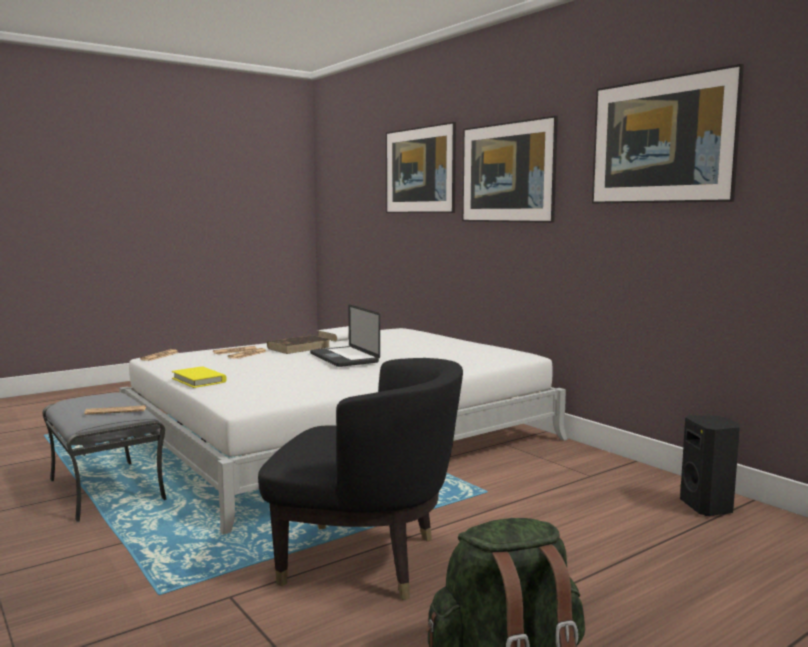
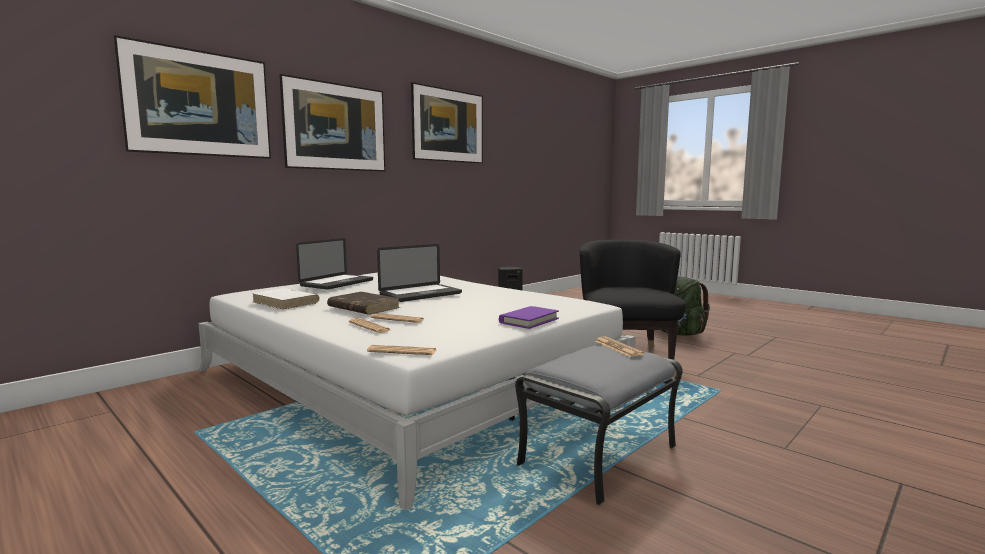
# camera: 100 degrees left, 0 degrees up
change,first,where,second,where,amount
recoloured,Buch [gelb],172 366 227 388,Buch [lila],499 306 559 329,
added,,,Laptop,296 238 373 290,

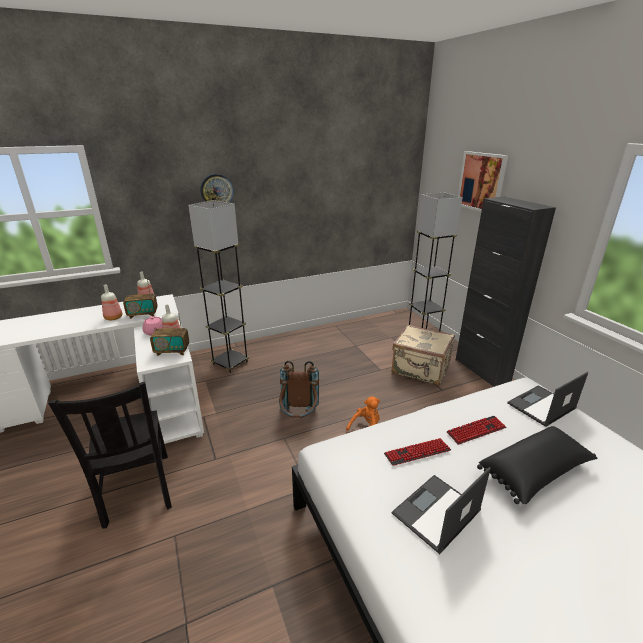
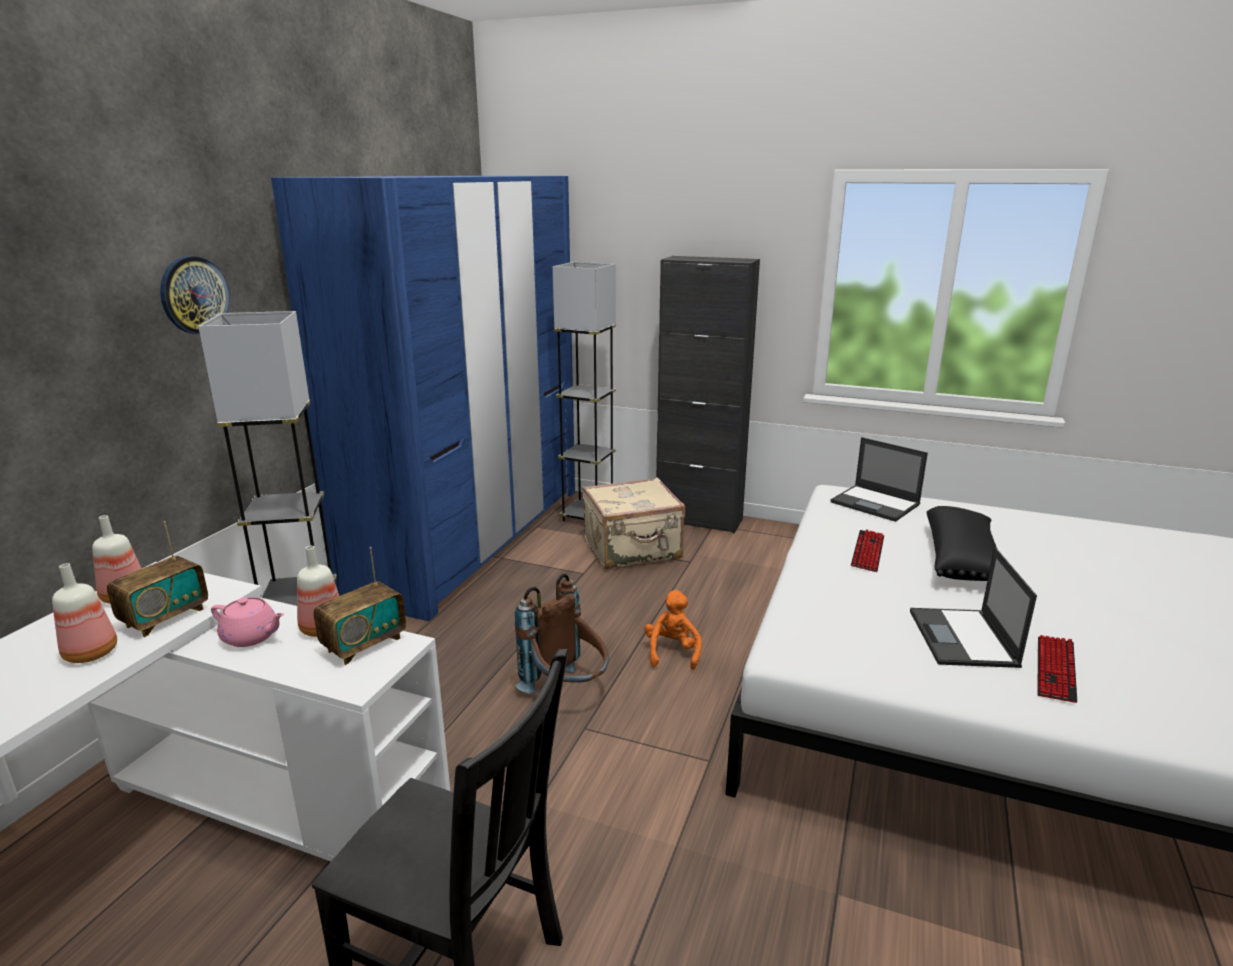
# camera: 45 degrees left, 5 degrees down
change,first,where,second,where,amount
moved,Tastatur,384 438 451 466,,1037 635 1077 703,
removed,Bild,458 151 508 212,,,
turned,Laptop,507 372 588 427,,830 437 928 522,60 degrees counterclockwise
added,,,Kleiderschrank [blau],271 176 575 621,

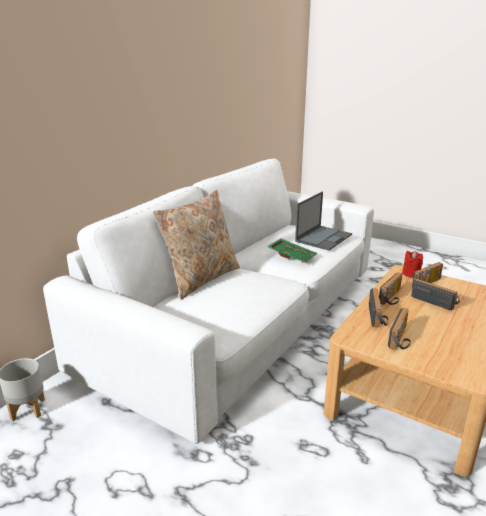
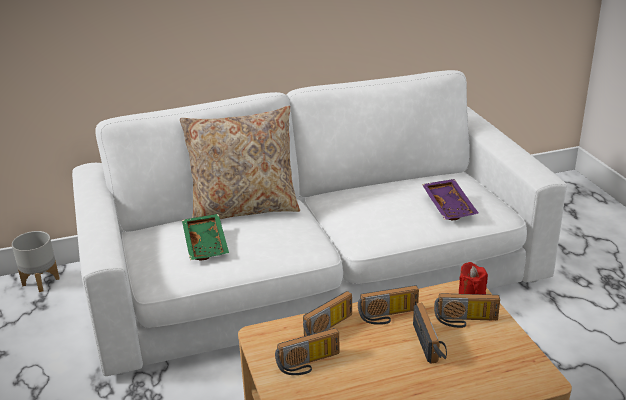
# camera: 40 degrees right, 5 degrees up
change,first,where,second,where,amount
moved,Tablett [grün],267 238 317 263,,182 214 229 261,
replaced,Laptop,295 192 352 251,Tablett [lila],422 179 478 221,

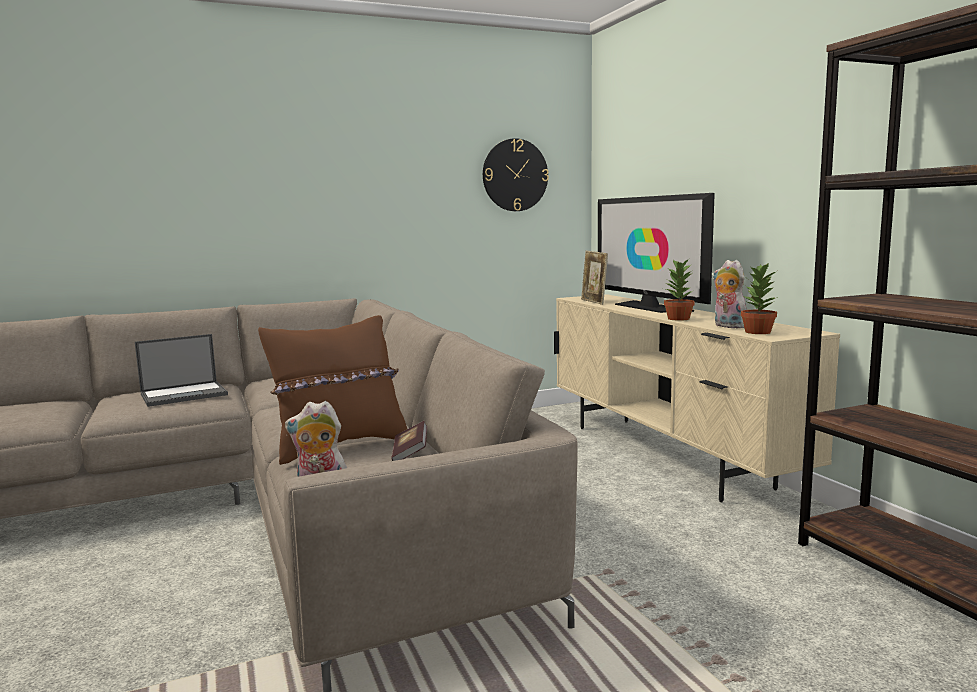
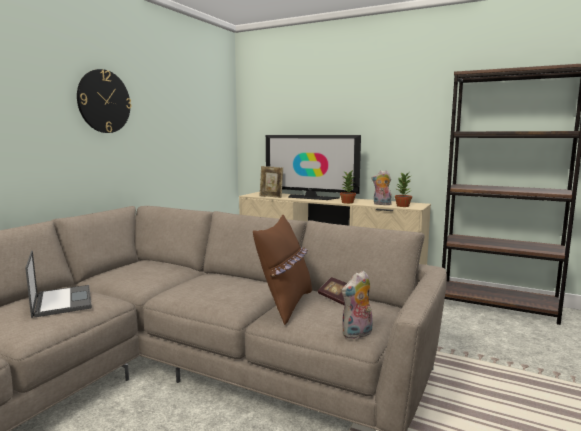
# camera: 40 degrees left, 0 degrees up
change,first,where,second,where,amount
turned,Laptop,135 334 228 407,,25 251 92 318,45 degrees counterclockwise
moved,Wanduhr,483 138 549 211,,77 69 132 133,

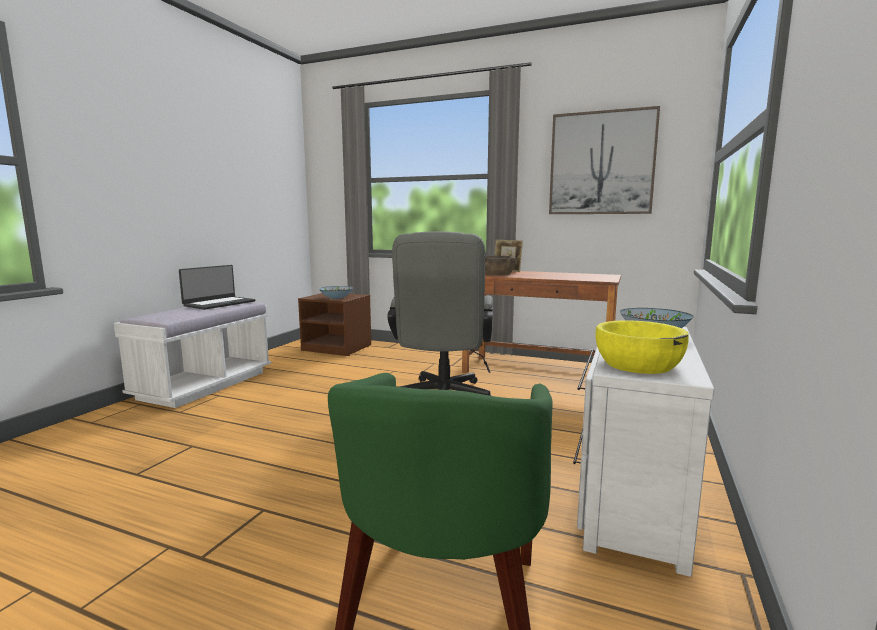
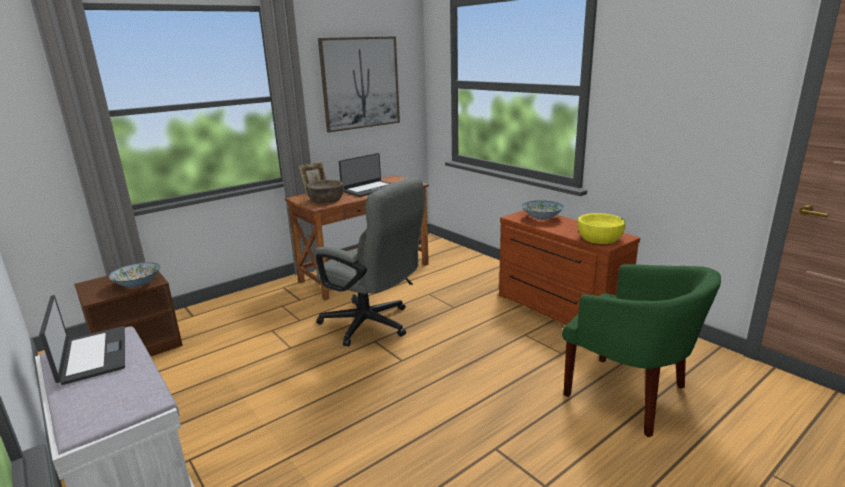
# camera: 60 degrees left, 10 degrees up
change,first,where,second,where,amount
recoloured,Kommode [weiß],573 327 715 577,Kommode [braun],499 210 640 325,
added,,,Laptop,339 153 391 197,

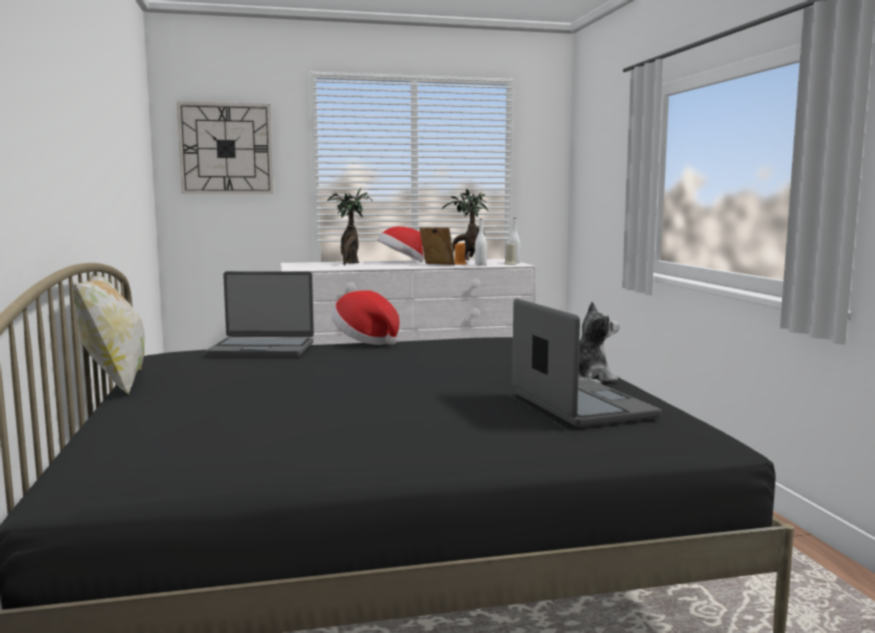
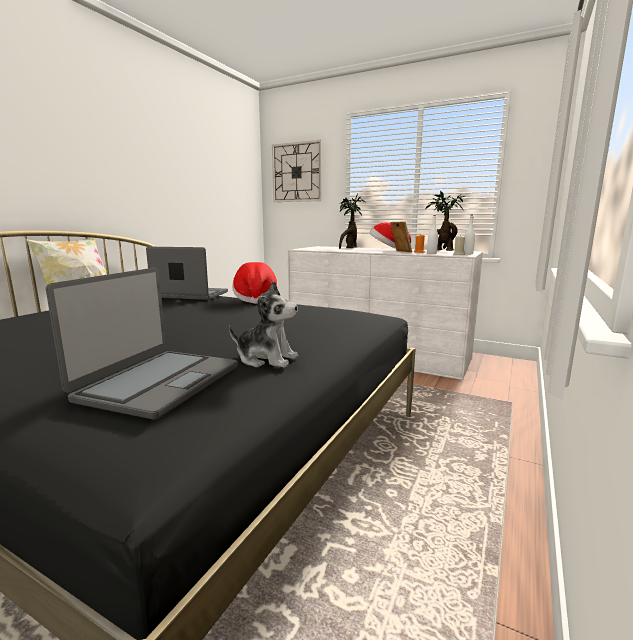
# camera: 40 degrees right, 5 degrees up
change,first,where,second,where,amount
turned,Laptop,205 271 314 357,,146 247 228 300,150 degrees clockwise

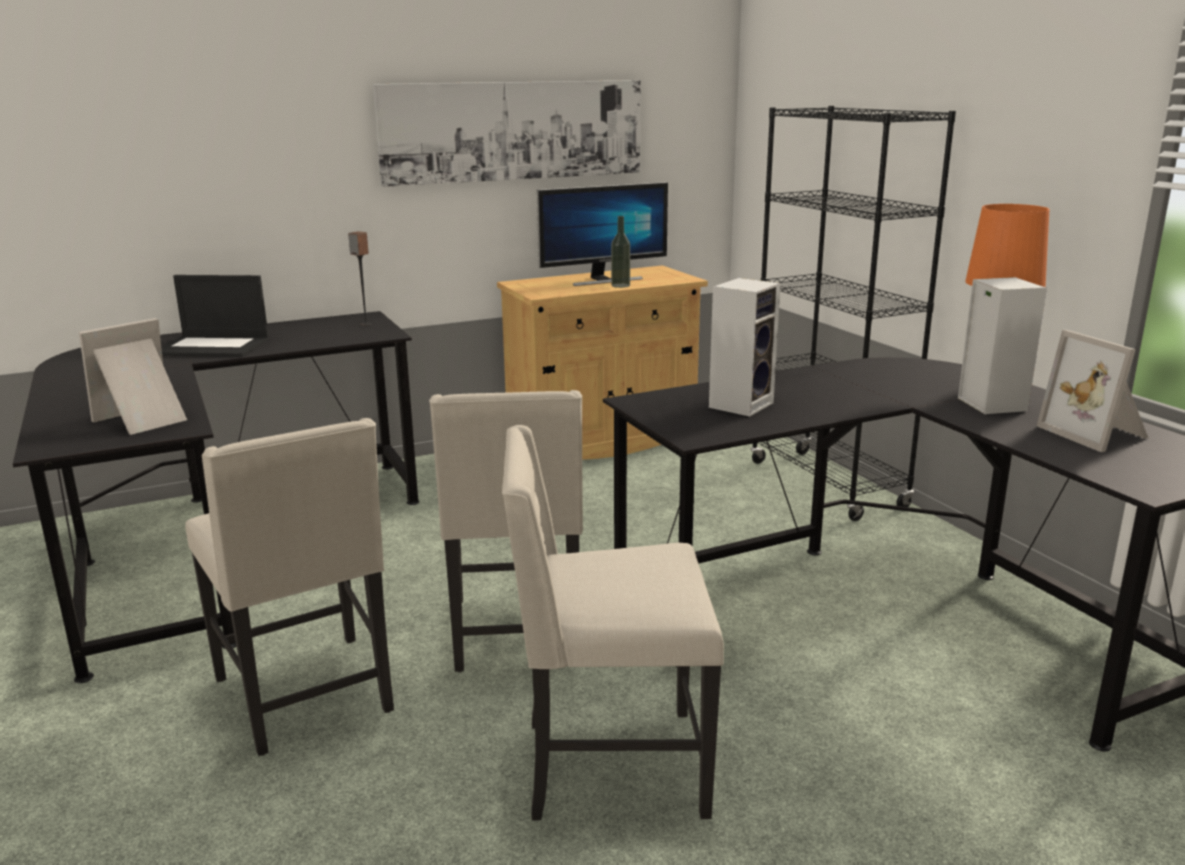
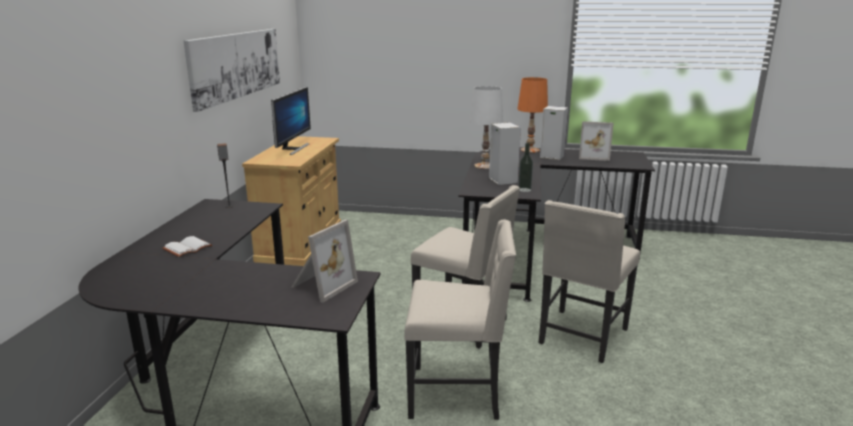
# camera: 55 degrees left, 0 degrees up
change,first,where,second,where,amount
turned,Bilderrahmen,79 318 187 435,,291 220 358 303,135 degrees counterclockwise
replaced,Laptop,161 275 268 357,Buch [weiß],162 236 212 257,
moved,Flasche,611 216 630 288,,518 143 533 192,
removed,Bücherregal [schwarz],751 106 956 521,,,
added,,,Tischlampe [weiß],470 86 503 169,

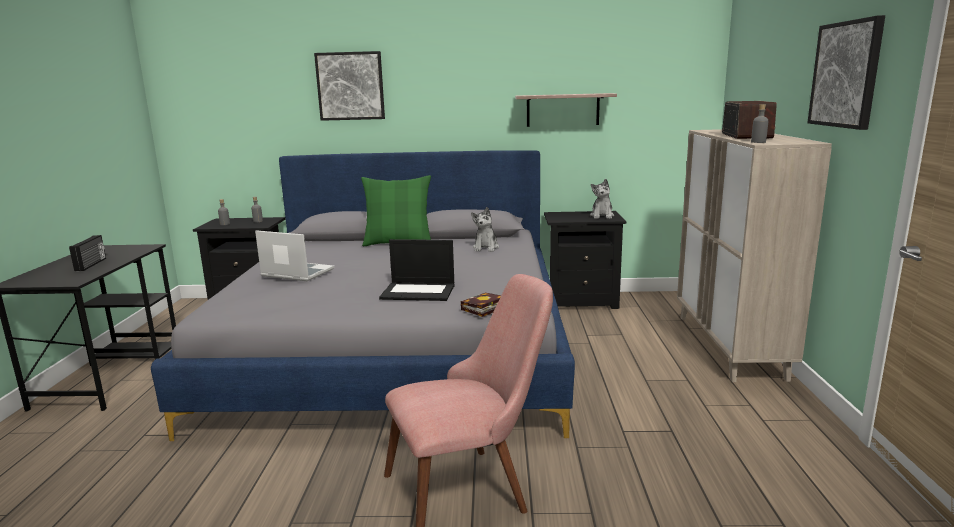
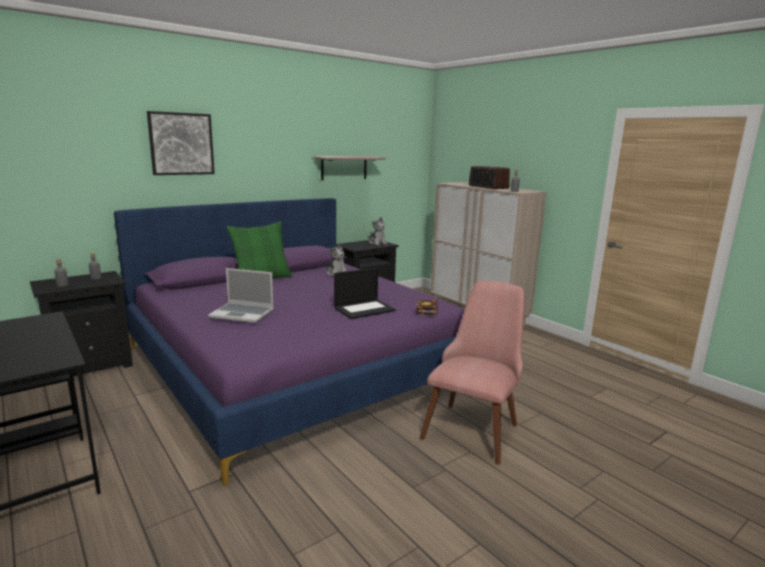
# camera: 40 degrees left, 0 degrees up
change,first,where,second,where,amount
removed,Radio,69 235 106 271,,,
recoloured,Bett [grau],151 150 575 441,Bett [lila],114 198 465 485,
turned,Laptop,255 230 334 281,,208 268 274 323,150 degrees counterclockwise
removed,Bild,807 15 885 130,,,

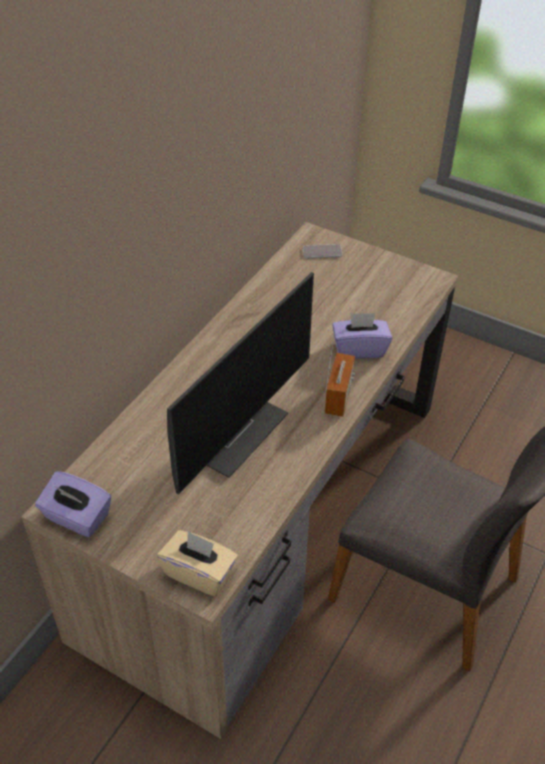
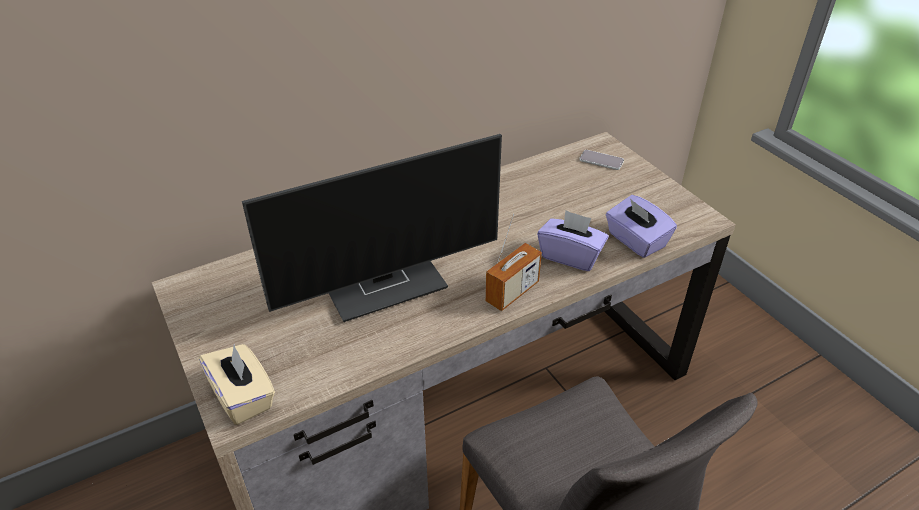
# camera: 30 degrees right, 5 degrees down
change,first,where,second,where,amount
moved,Taschentuchbox [lila],35 471 111 537,,606 195 677 258,

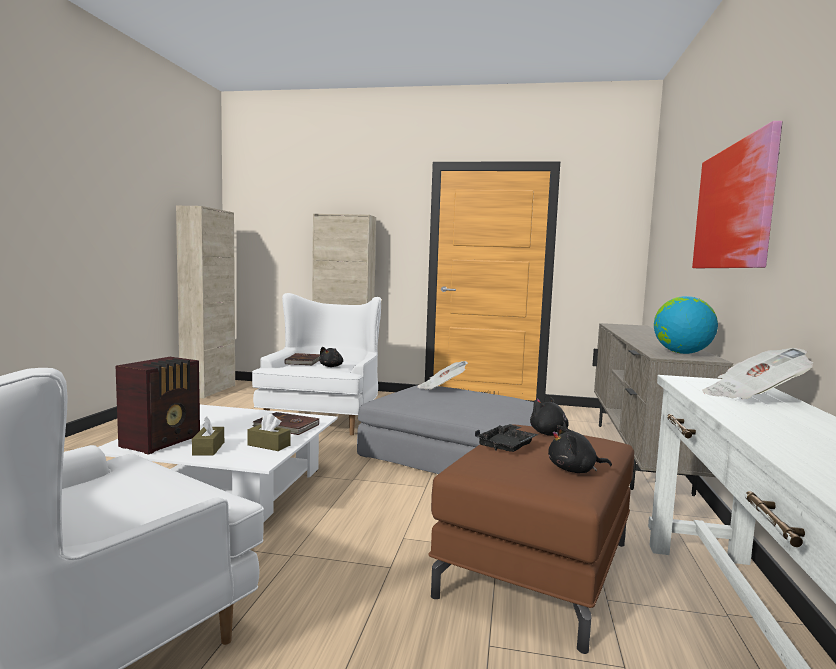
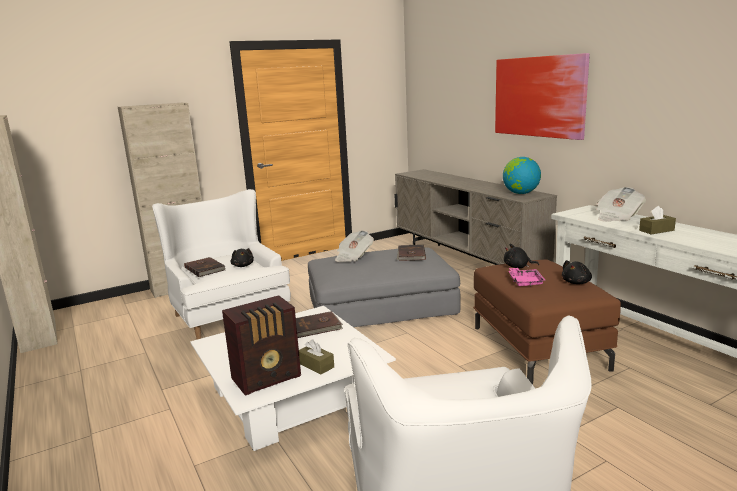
# camera: 40 degrees left, 10 degrees up
change,first,where,second,where,amount
turned,Radio,116 357 200 455,,222 295 301 396,75 degrees clockwise
moved,Taschentuchbox [braun],247 414 291 451,,639 206 676 234,
recoloured,Tablett [schwarz],475 424 539 452,Tablett [rosa],509 268 546 287,
added,,,Buch [braun],397 245 426 261,

